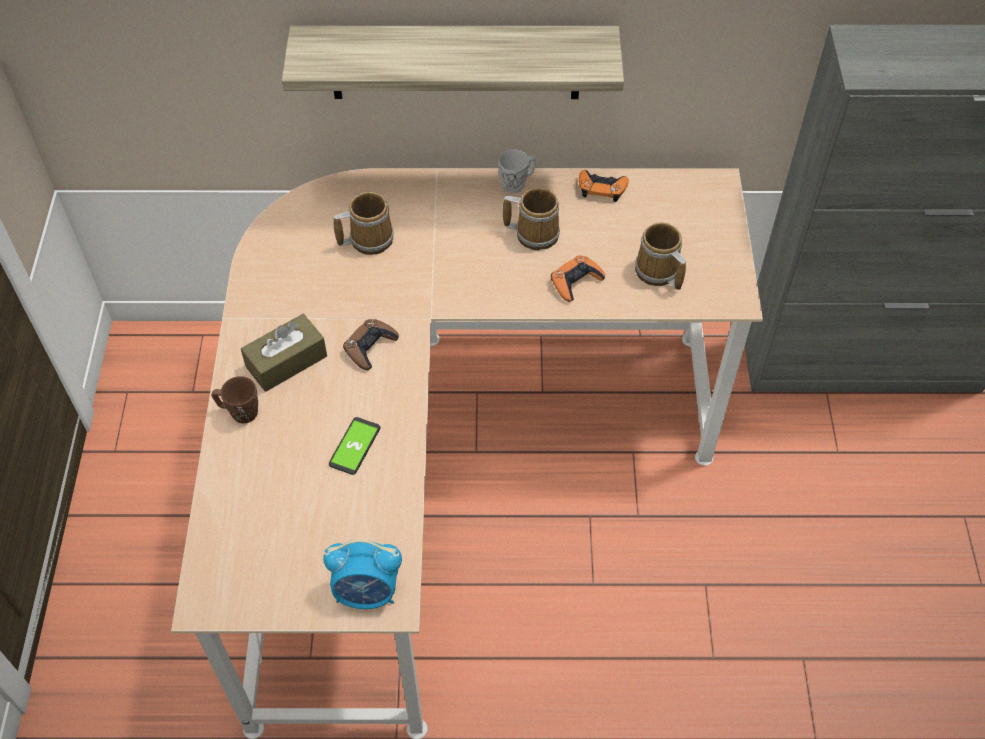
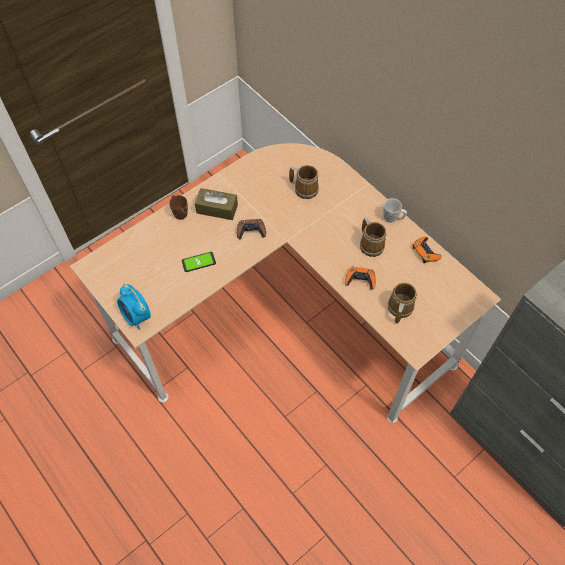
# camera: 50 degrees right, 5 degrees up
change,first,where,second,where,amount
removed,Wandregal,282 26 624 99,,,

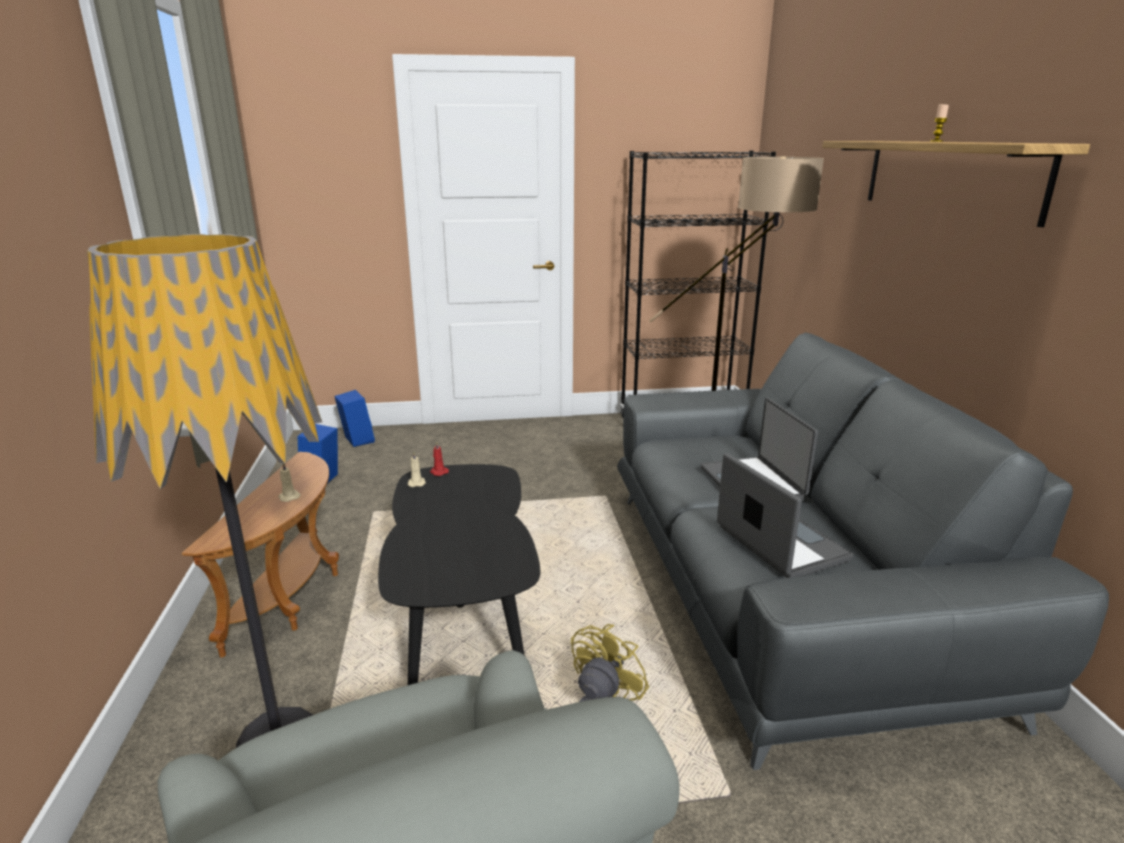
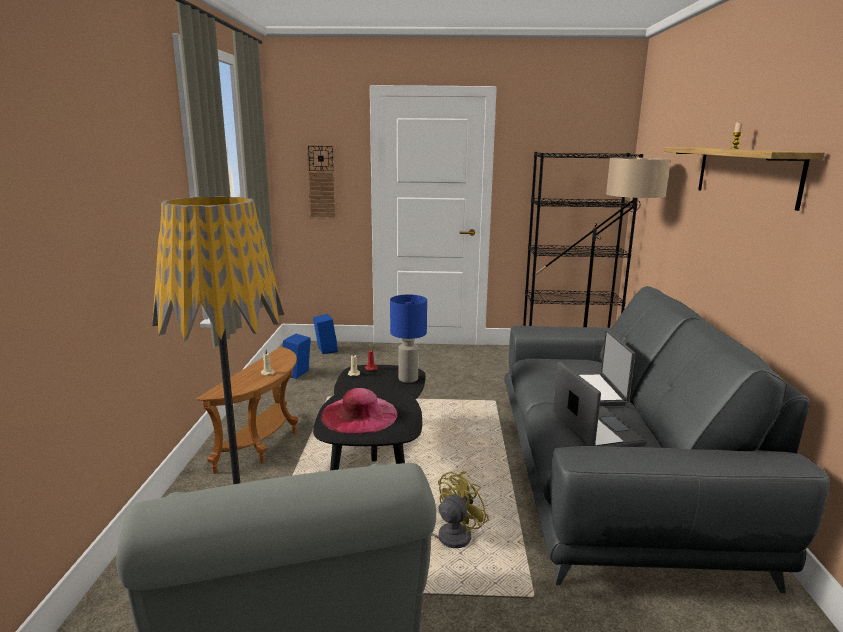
# camera: 10 degrees right, 5 degrees down
change,first,where,second,where,amount
added,,,Wanduhr,306 144 337 220,
added,,,Hut [rosa],321 388 397 434,
added,,,Tischlampe [blau],390 295 427 383,

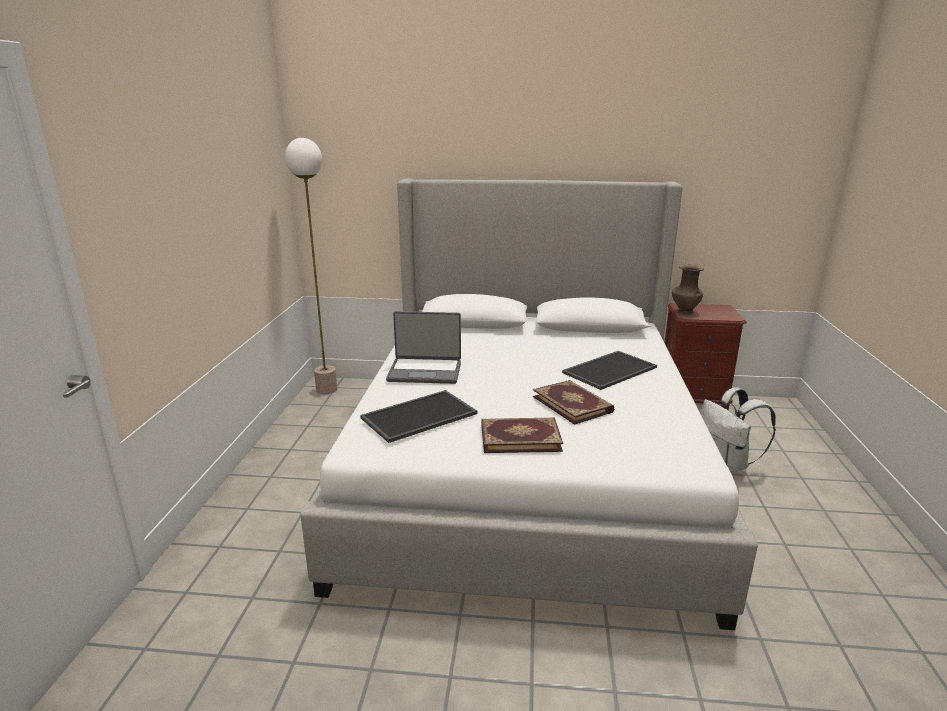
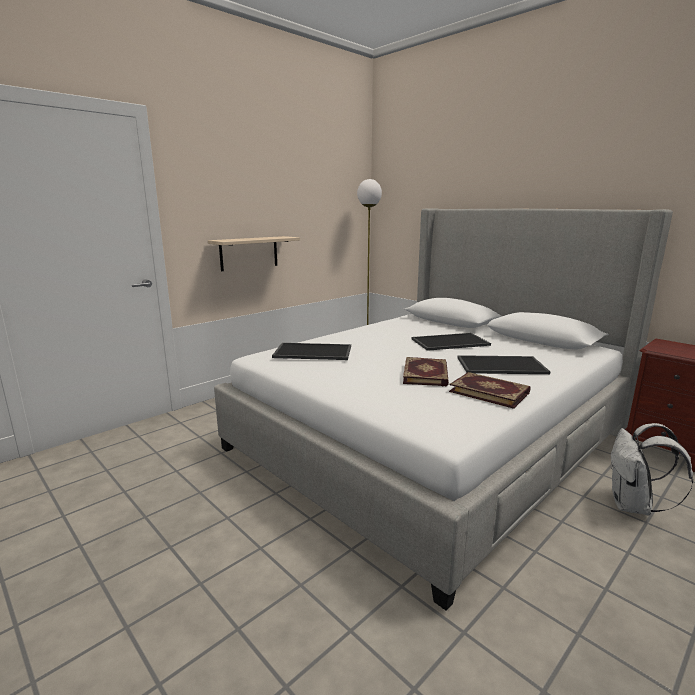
# camera: 40 degrees right, 5 degrees down
change,first,where,second,where,amount
removed,Laptop,386 311 461 384,,,
moved,Buch,481 418 563 453,,449 372 530 409,
removed,Vase [braun],672 265 704 314,,,
added,,,Wandregal,208 236 300 271,
added,,,Tablett,411 333 491 351,

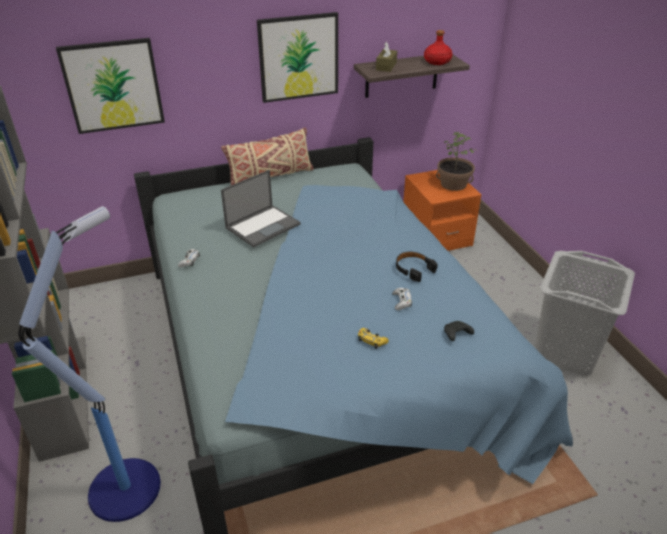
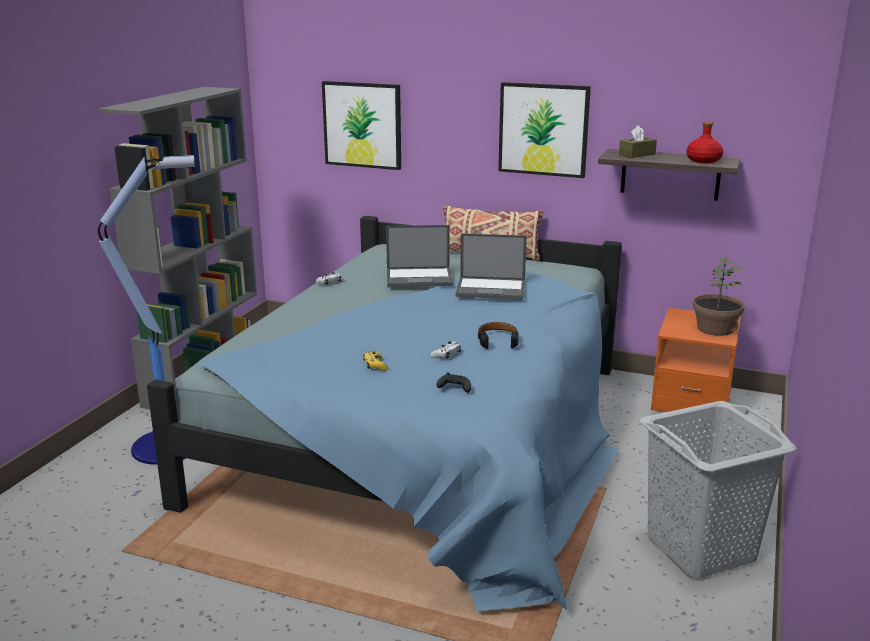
# camera: 40 degrees right, 15 degrees down
change,first,where,second,where,amount
added,,,Laptop,455 233 527 300,

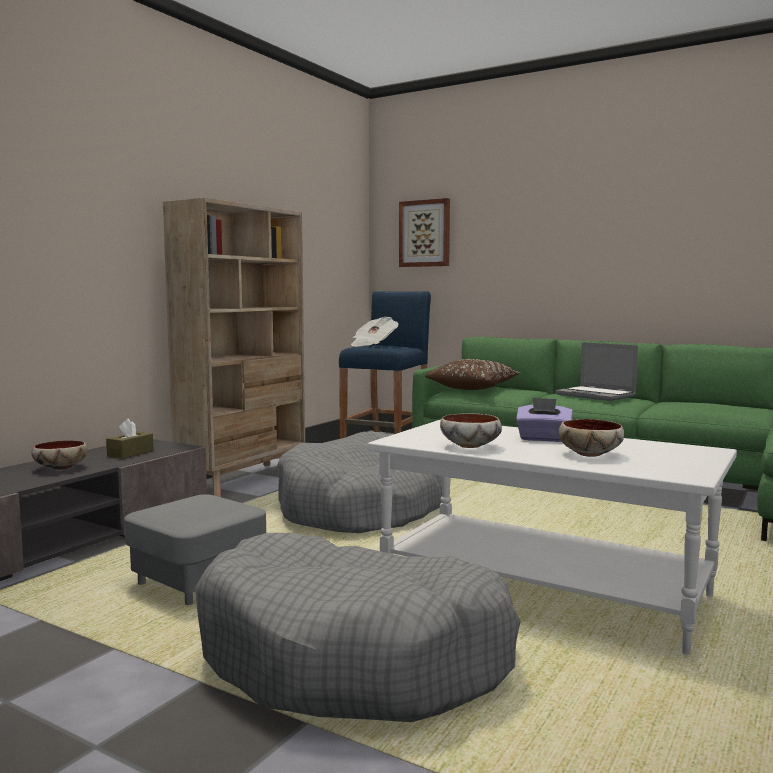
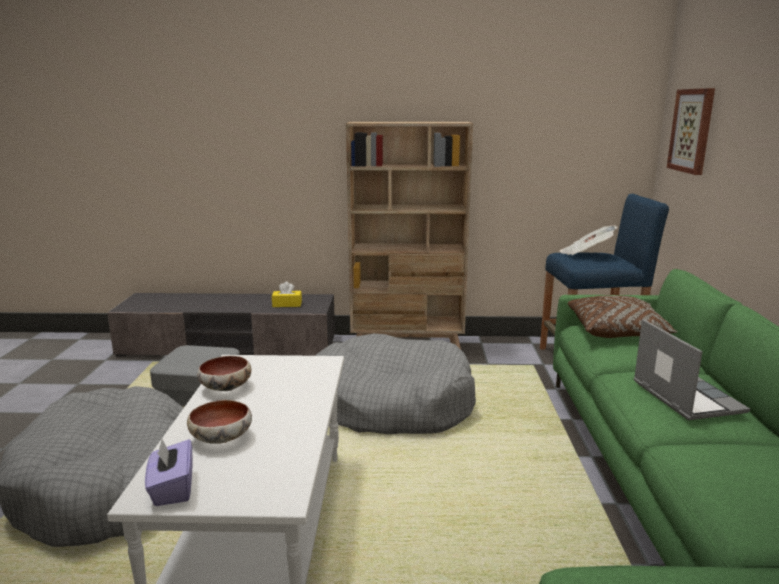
# camera: 60 degrees right, 10 degrees up
change,first,where,second,where,amount
removed,Schüssel,31 440 87 470,,,
recoloured,Taschentuchbox [braun],106 419 154 459,Taschentuchbox [gelb],272 281 302 307,
moved,Taschentuchbox [lila],516 397 573 442,,145 439 193 506,
turned,Laptop,555 342 638 401,,634 319 750 420,150 degrees clockwise

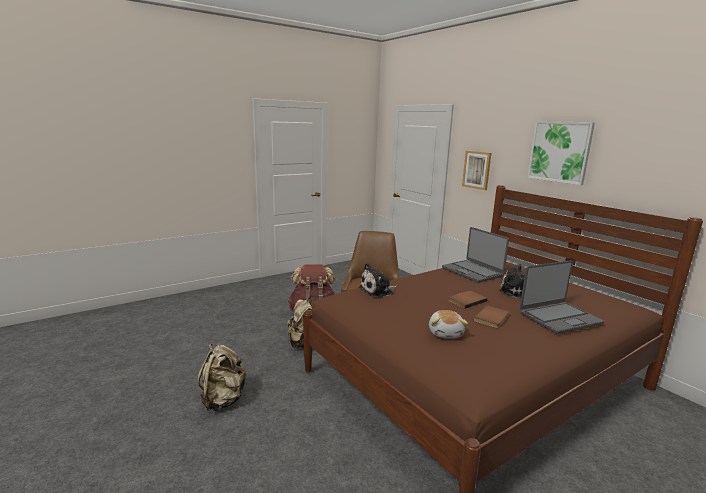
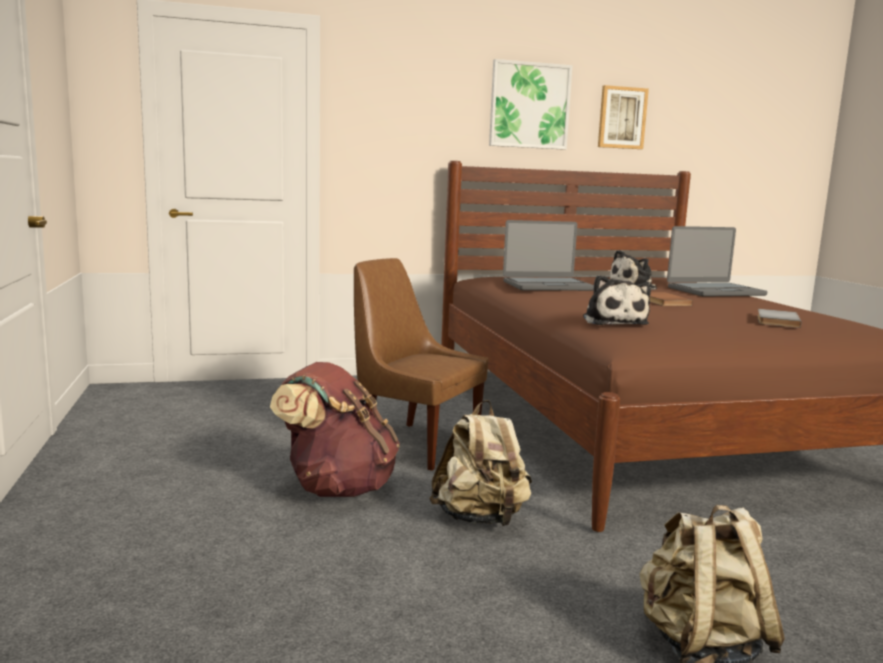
# camera: 70 degrees left, 5 degrees down
change,first,where,second,where,amount
replaced,Plüschtier,429 310 468 338,Buch [grau],757 309 801 328,
moved,Bild,462 151 491 190,,598 85 649 149,
removed,Buch [braun],473 305 509 328,,,
turned,Laptop,520 260 604 334,,667 226 768 297,75 degrees clockwise

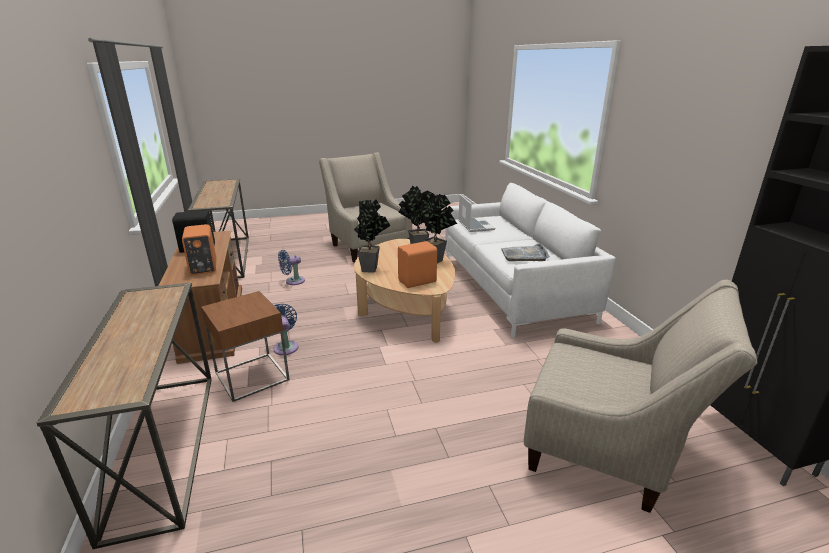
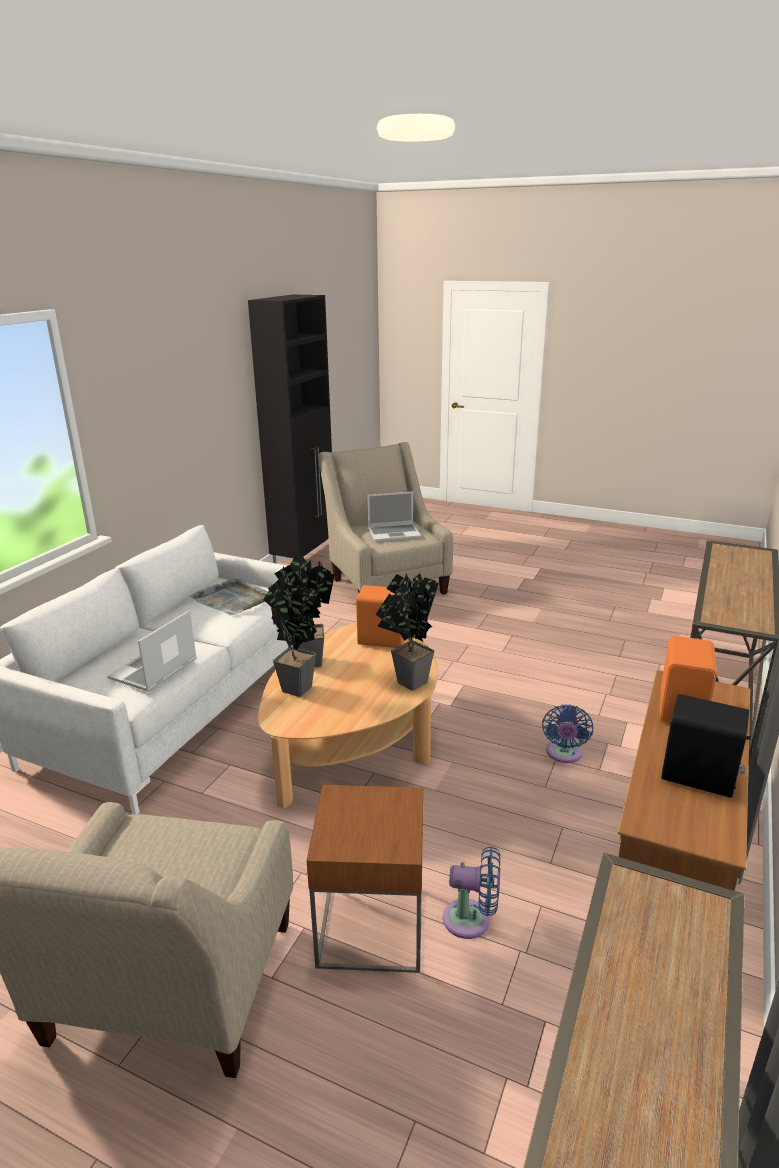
# camera: 140 degrees left, 0 degrees up
change,first,where,second,where,amount
moved,Beistelltisch [braun],201 291 290 402,,307 785 423 973,
added,,,Laptop,368 492 421 542,

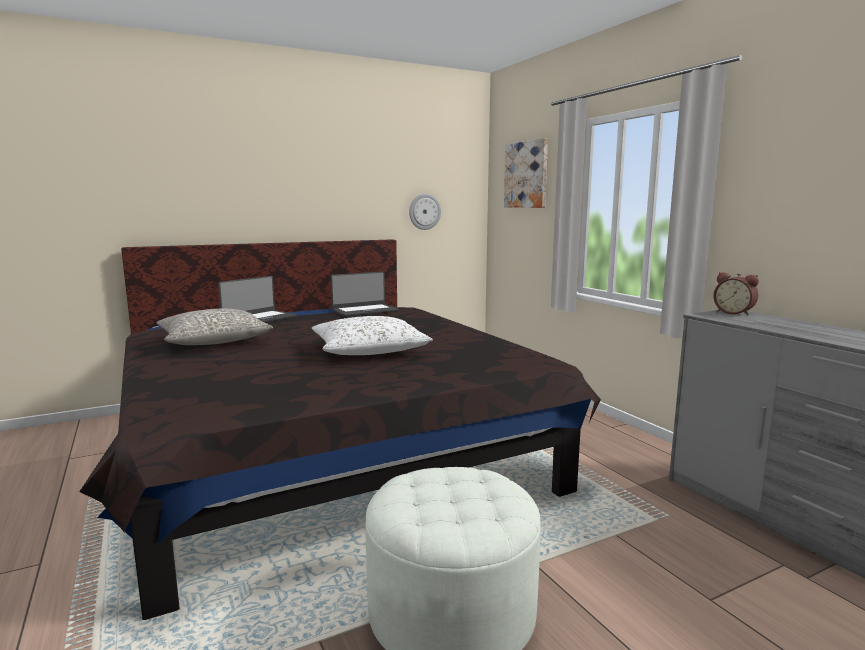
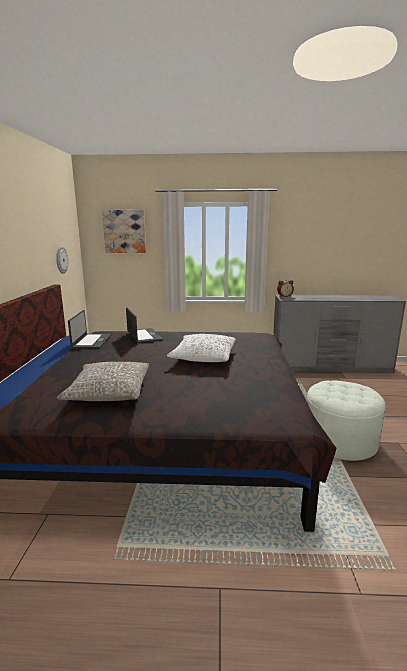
# camera: 60 degrees left, 5 degrees up
change,first,where,second,where,amount
moved,Laptop,218 276 297 323,,126 307 163 343,

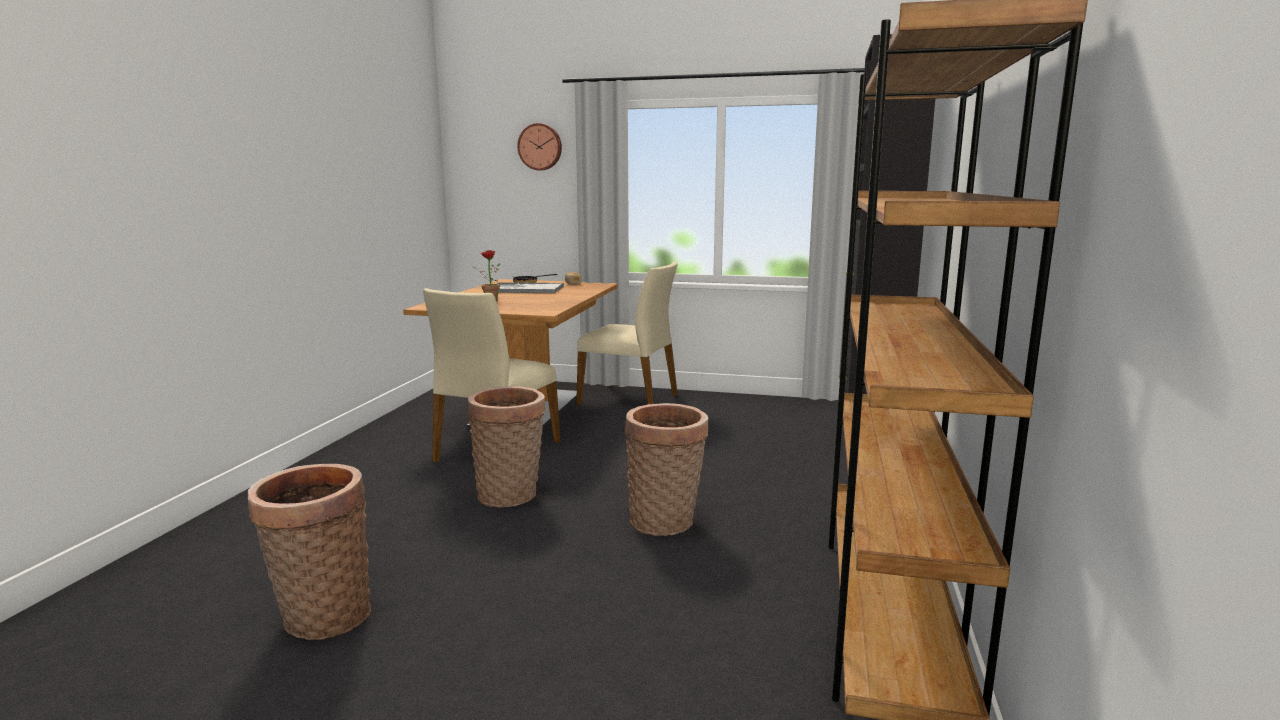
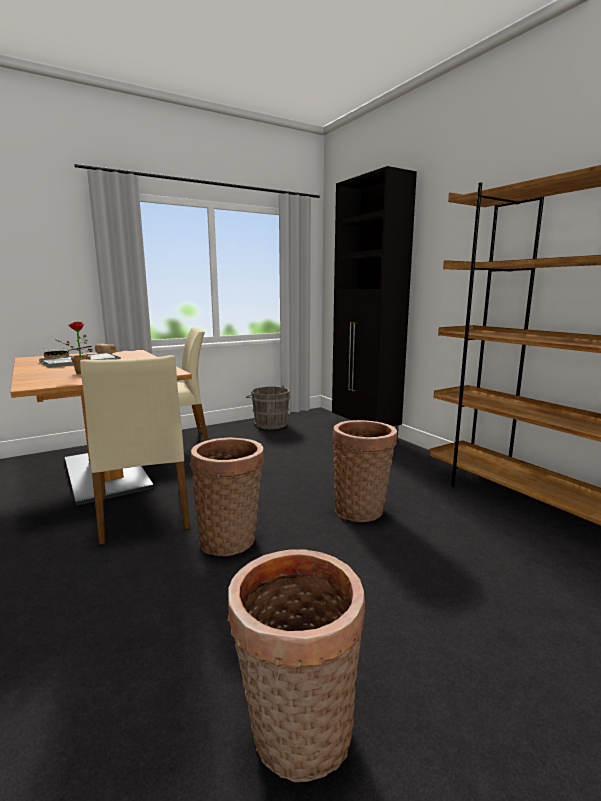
# camera: 45 degrees left, 0 degrees up
change,first,where,second,where,amount
removed,Wanduhr,517 123 562 170,,,
added,,,Eimer [grau],246 385 290 430,

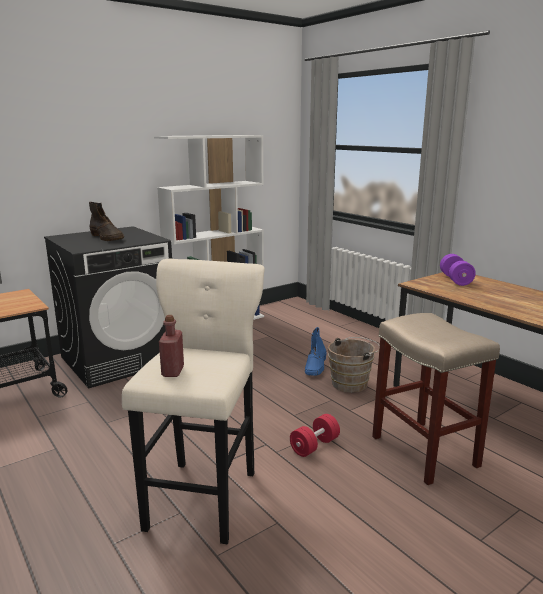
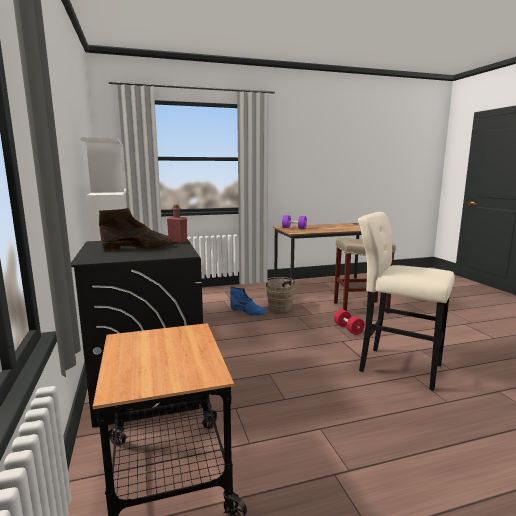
# camera: 70 degrees left, 5 degrees down
change,first,where,second,where,amount
moved,Flasche [rot],159 315 184 377,,167 204 187 244,

